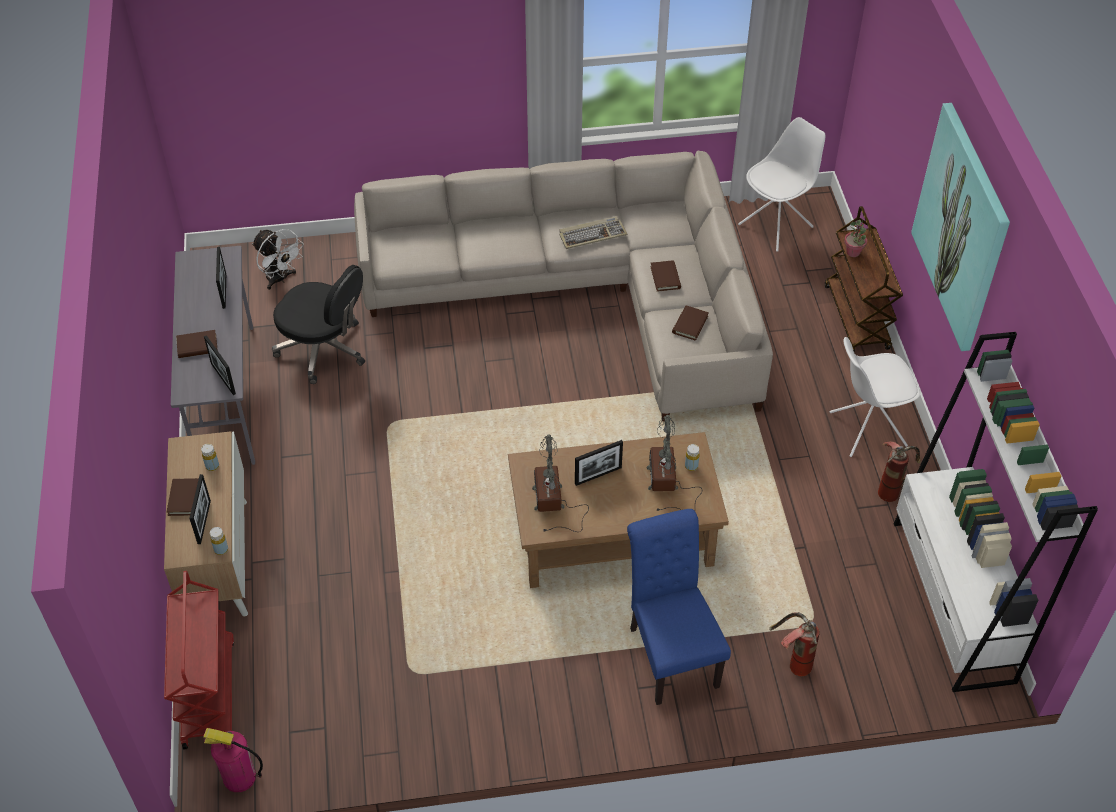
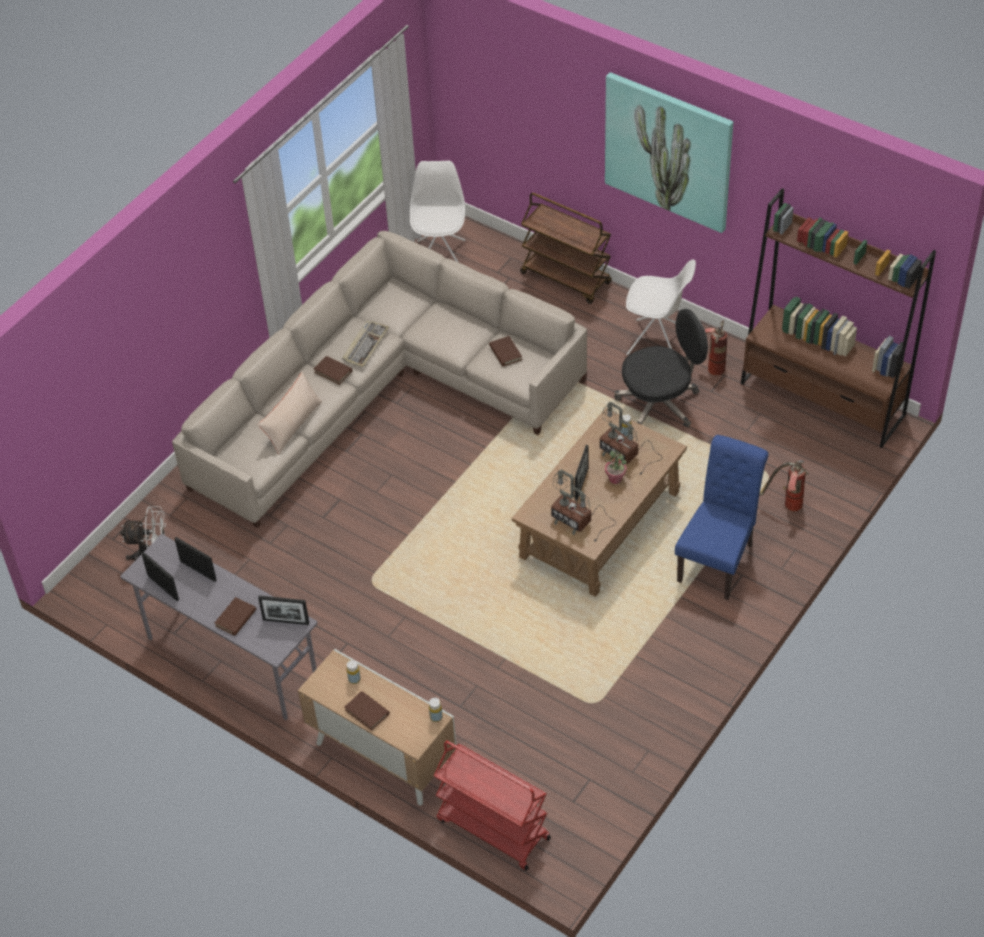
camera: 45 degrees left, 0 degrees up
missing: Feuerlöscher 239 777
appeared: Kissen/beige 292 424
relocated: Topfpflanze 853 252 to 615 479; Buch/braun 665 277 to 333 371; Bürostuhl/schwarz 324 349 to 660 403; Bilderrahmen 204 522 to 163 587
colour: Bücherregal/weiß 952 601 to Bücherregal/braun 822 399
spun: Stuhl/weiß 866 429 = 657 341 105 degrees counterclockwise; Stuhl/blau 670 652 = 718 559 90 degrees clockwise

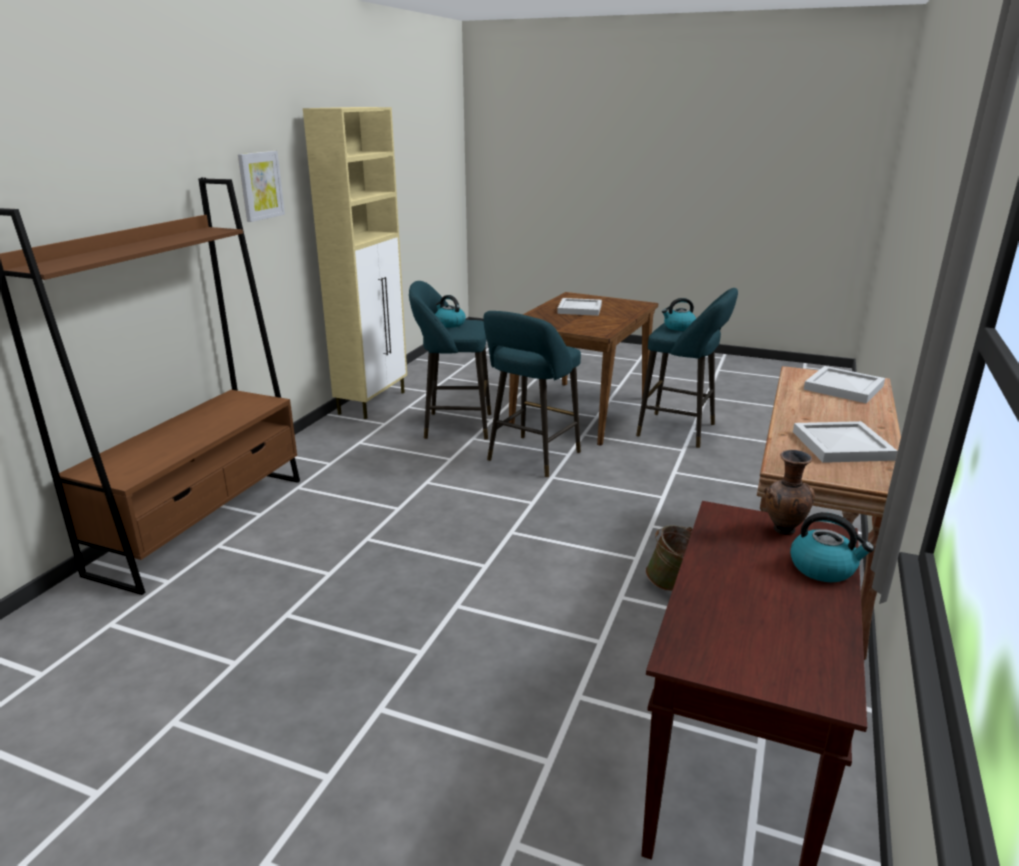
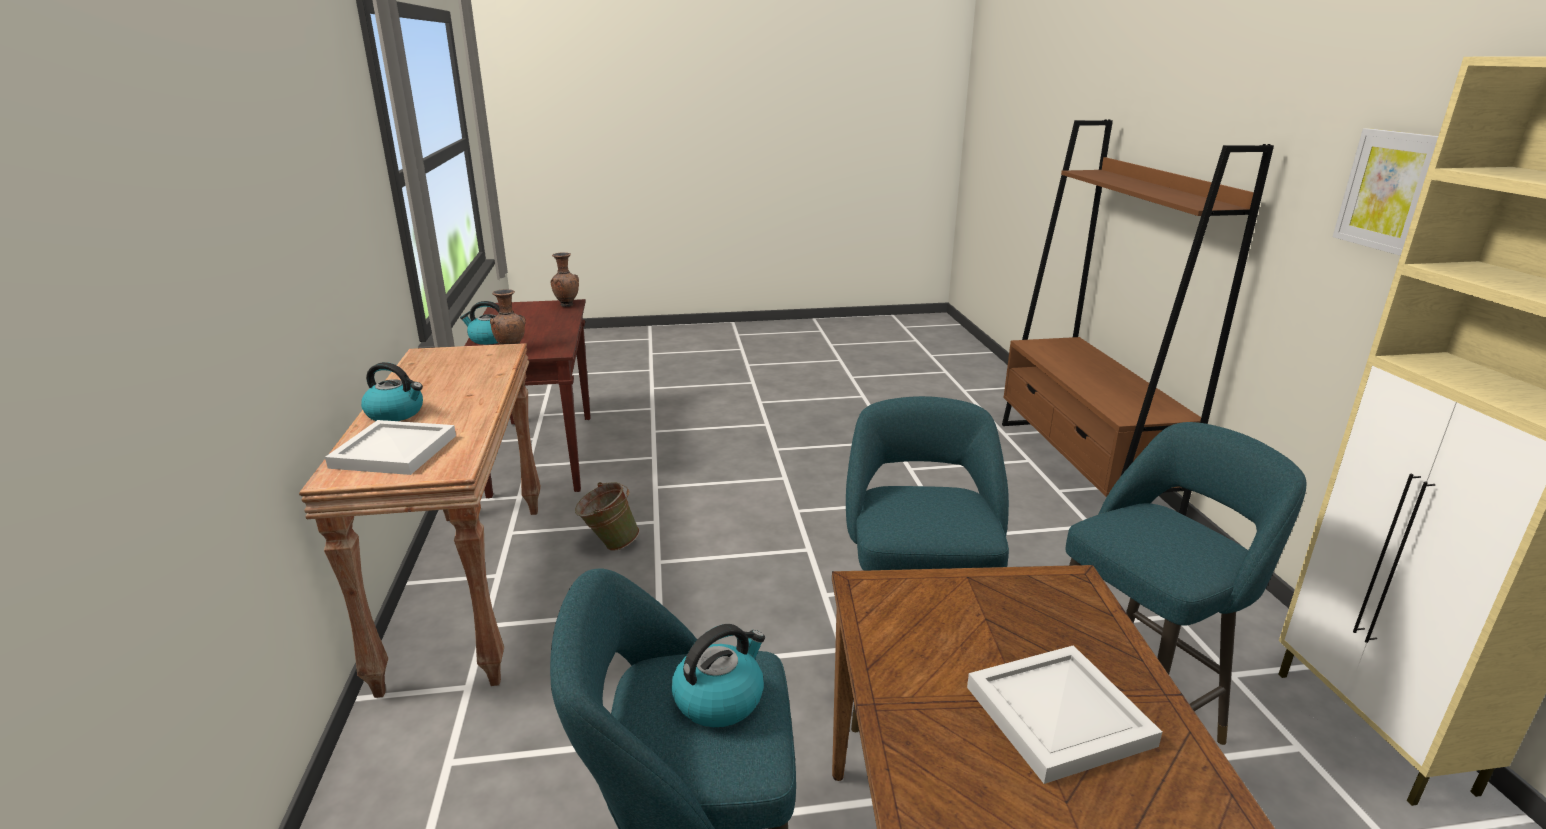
camera: 150 degrees right, 0 degrees up
missing: Tablett/weiß 842 445
appeared: Vase/braun 566 305
relocated: Wasserkessel 449 324 to 396 413

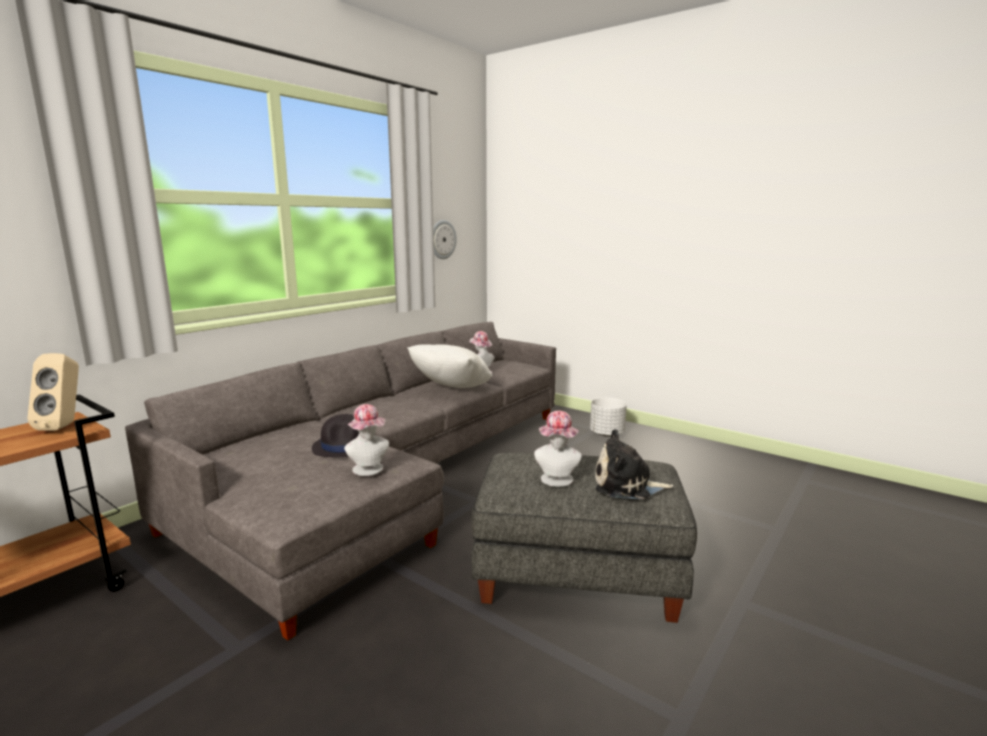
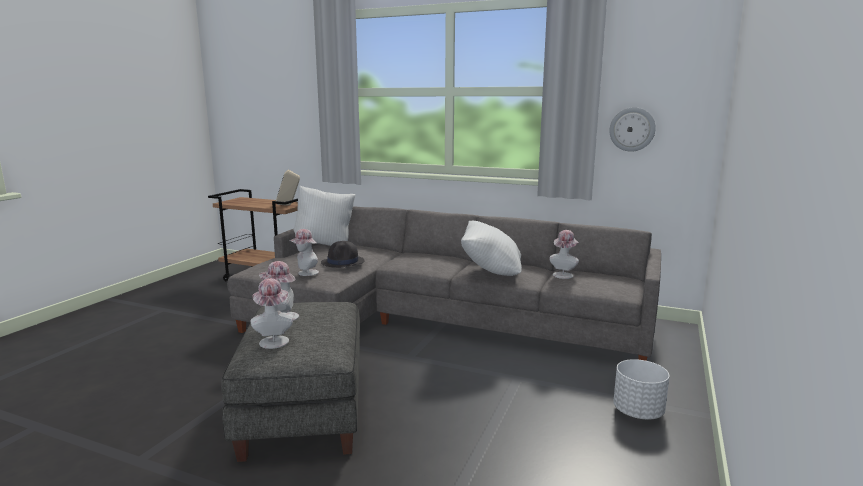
camera: 75 degrees right, 0 degrees up
appeared: Kissen/weiß 325 244
exchanged: Plüschtier 626 485 to Hut 274 340

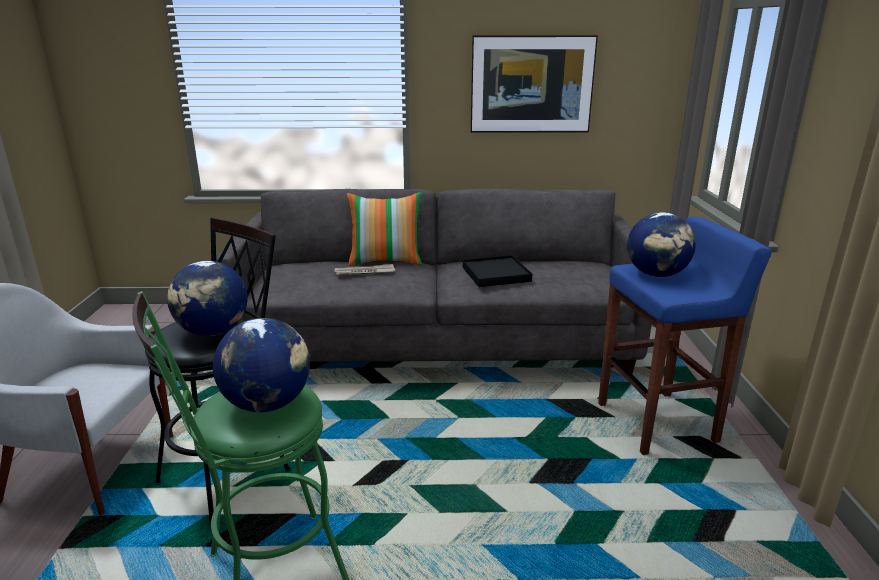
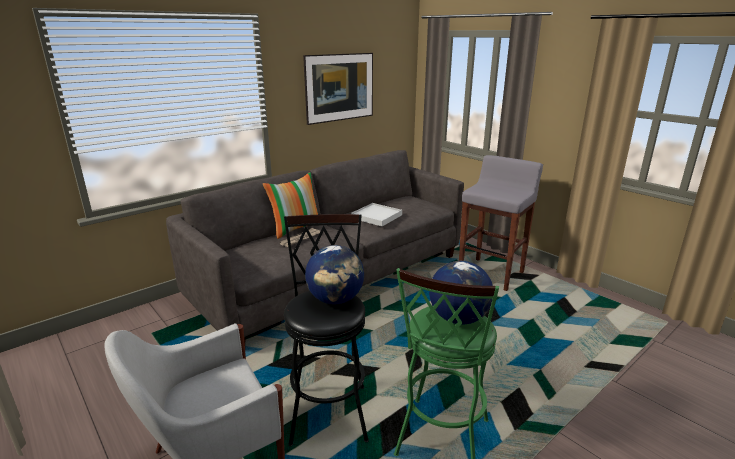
camera: 40 degrees left, 0 degrees up
missing: Globus 656 275
colour: Hocker/blau 658 422 to Hocker/grau 491 274; Tablett/schwarz 496 274 to Tablett/weiß 376 216

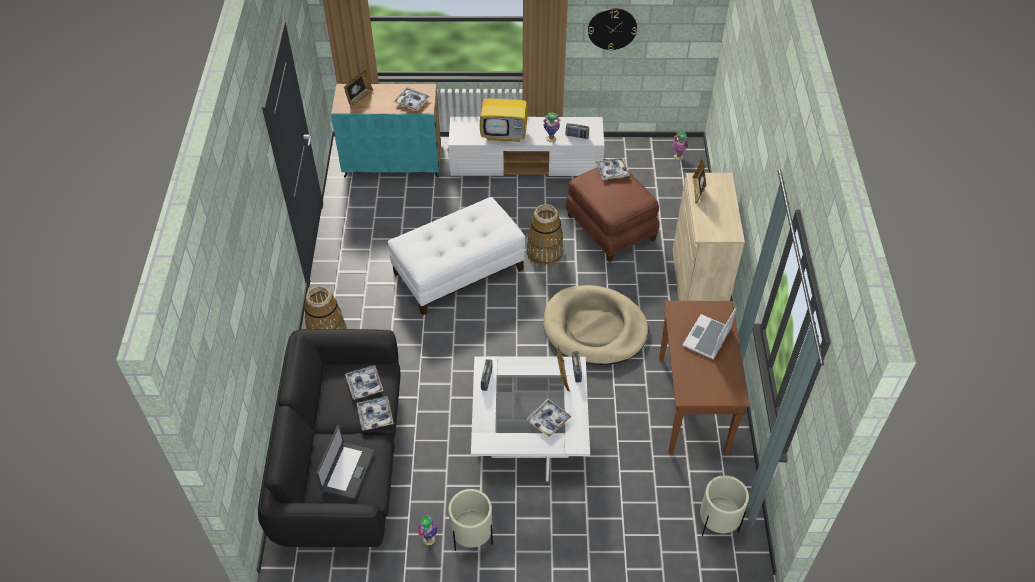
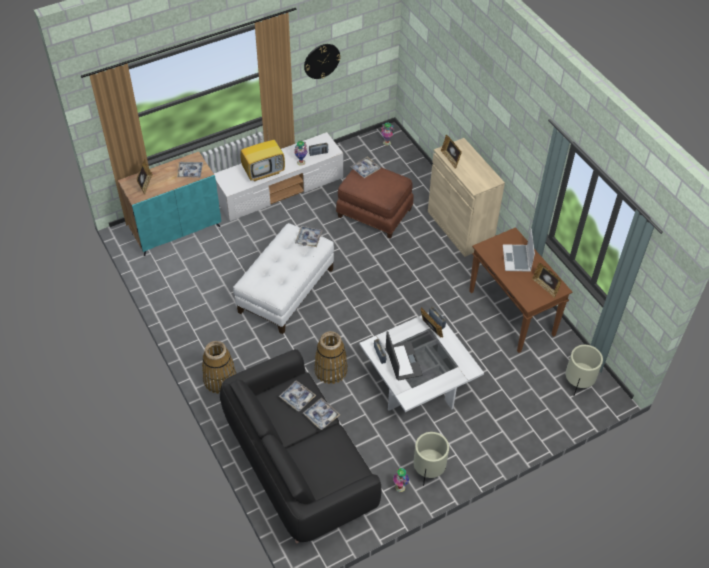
camera: 30 degrees left, 0 degrees up
missing: Hundebett/beige 594 328
appeared: Bilderrahmen 545 287
relocated: Korb 544 252 to 330 370; Tablett 548 420 to 308 238; Laptop 347 470 to 403 361

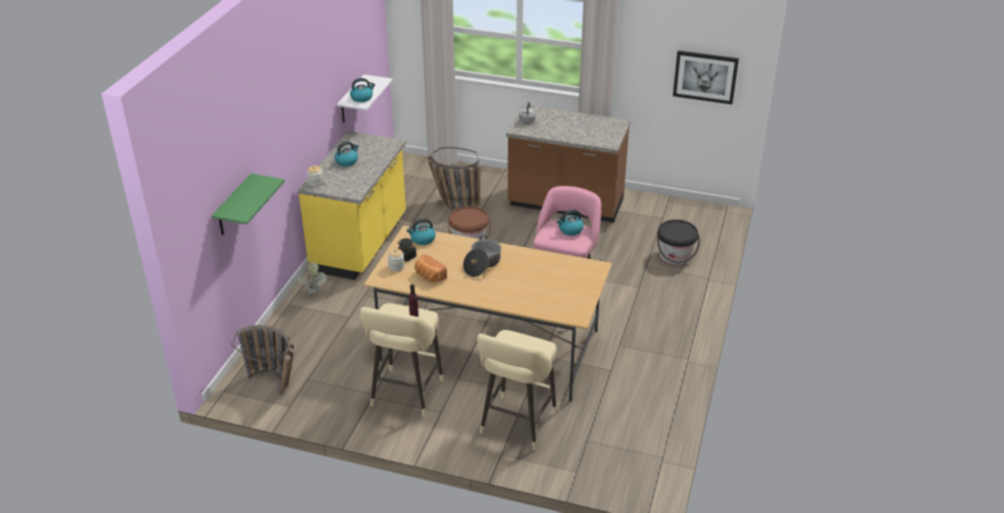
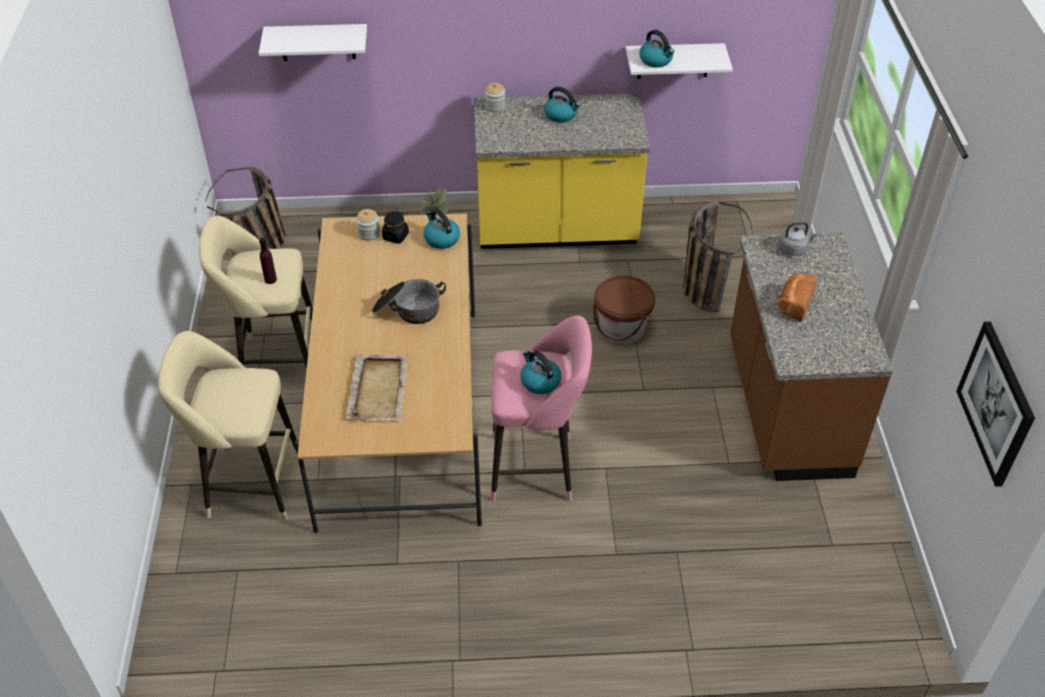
camera: 70 degrees right, 10 degrees up
missing: Eimer/schwarz 675 256
appeared: Tablett/beige 378 389
relocated: Brot 429 276 to 794 304
colour: Wandregal/grün 233 206 to Wandregal/weiß 317 42

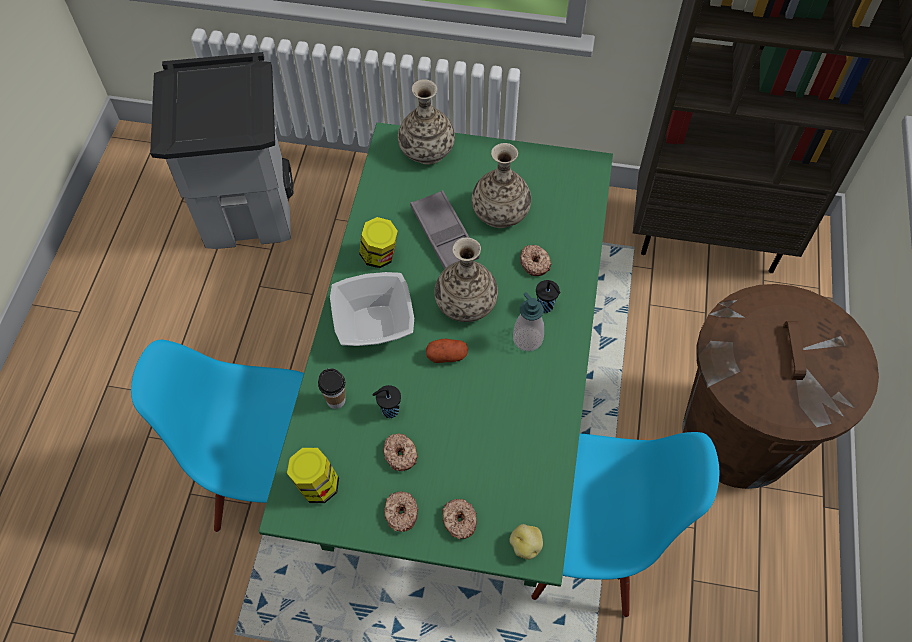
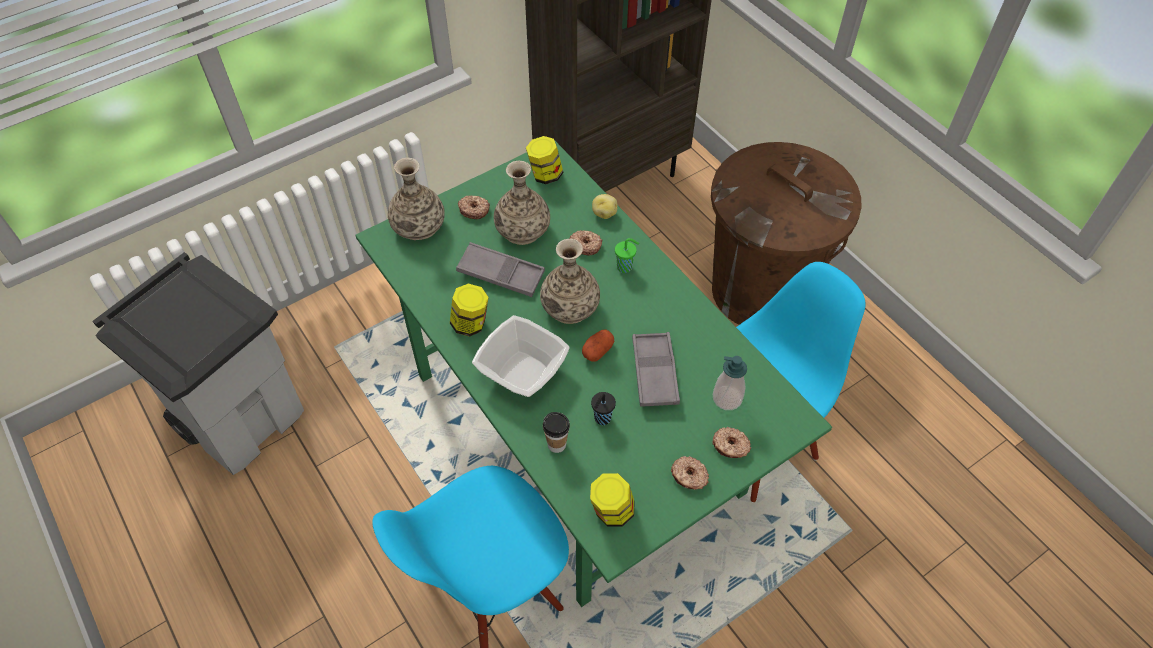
camera: 45 degrees left, 5 degrees down
appeared: Vorratsglas 545 175; Tablett/grau 654 372
relocated: Seifenspender 527 339 to 727 398; Donut 401 454 to 474 210; Kartoffel 526 545 to 604 213
colour: Tasse/schwarz 546 306 to Tasse/grün 625 267

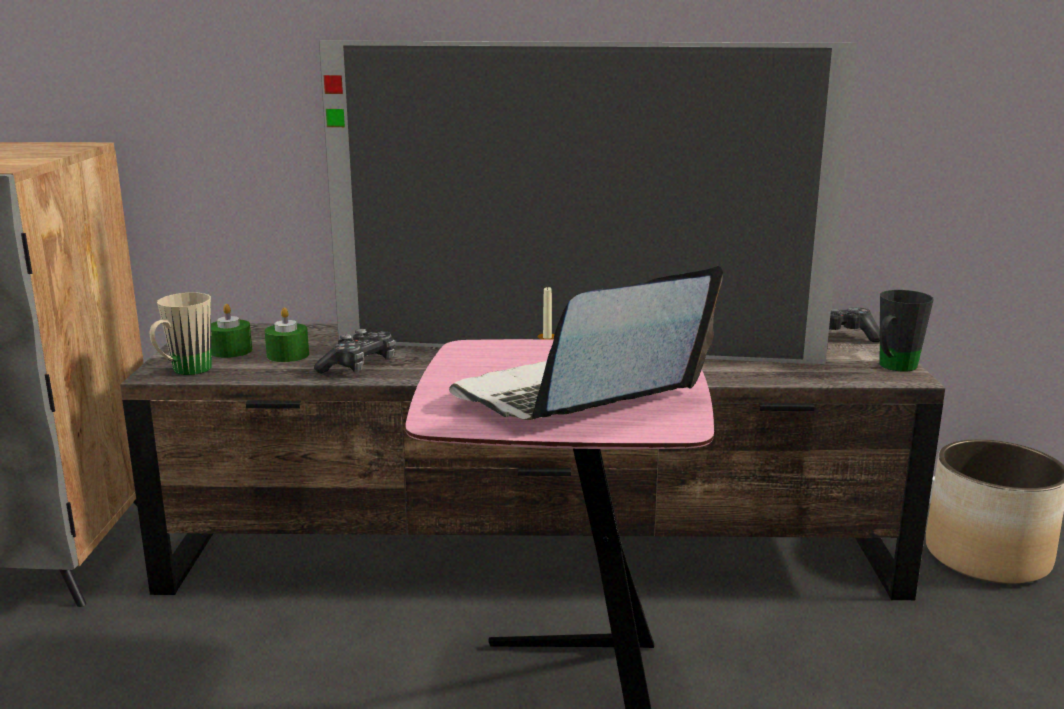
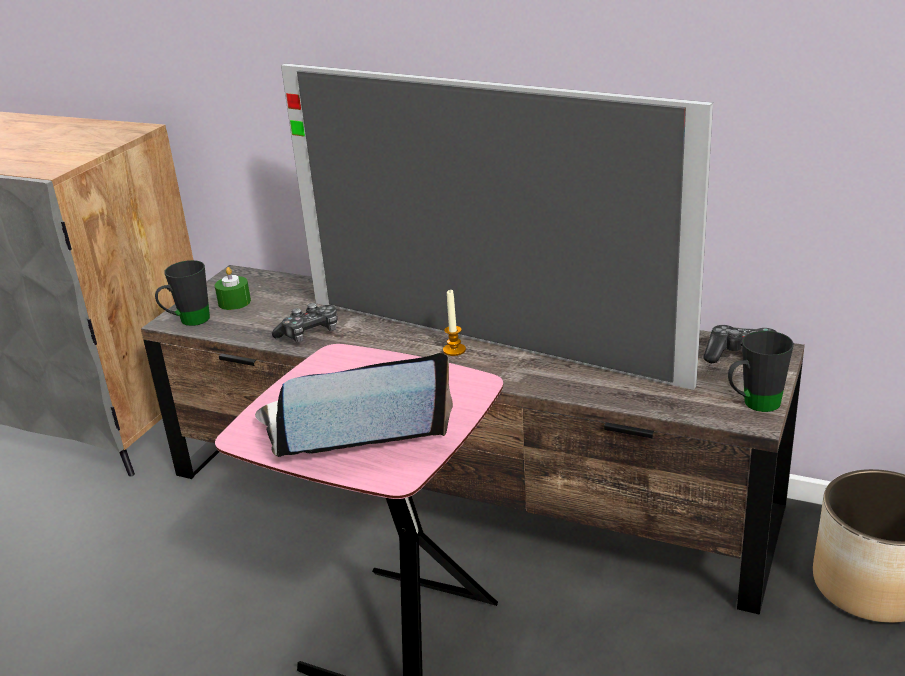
camera: 25 degrees right, 10 degrees up
missing: Kerze/grün 288 355
colour: Henkelbecher/beige 184 372 to Henkelbecher/schwarz 188 322

